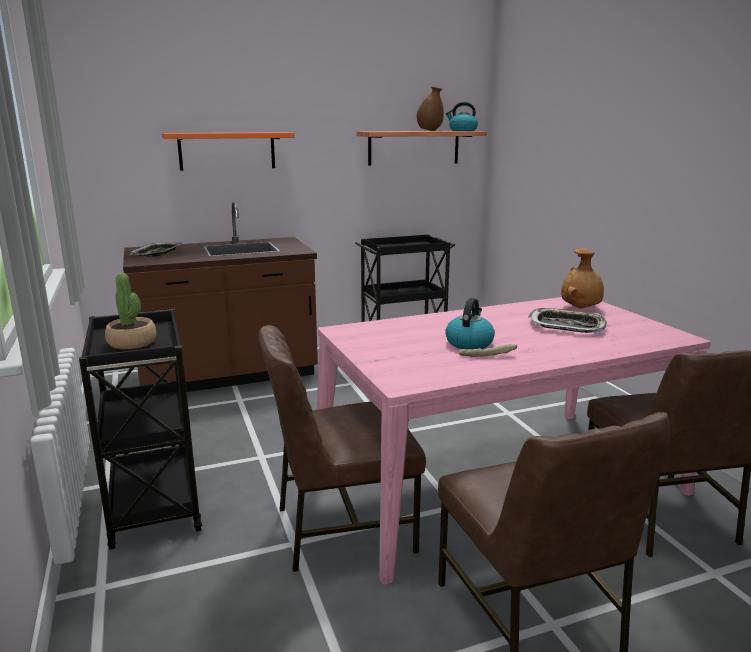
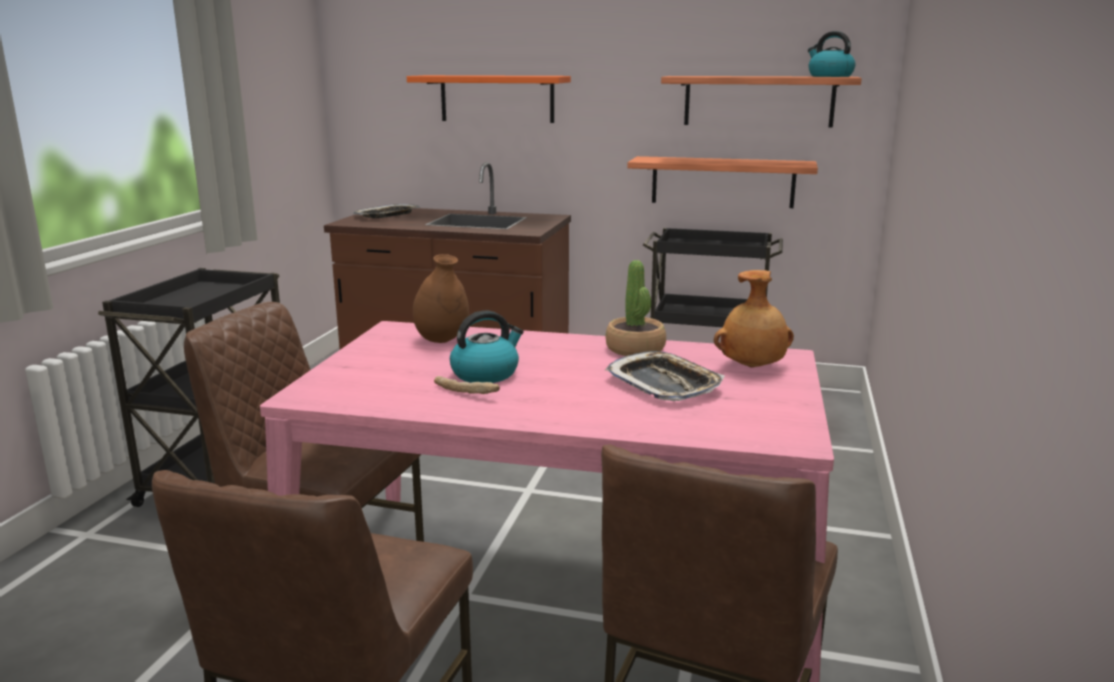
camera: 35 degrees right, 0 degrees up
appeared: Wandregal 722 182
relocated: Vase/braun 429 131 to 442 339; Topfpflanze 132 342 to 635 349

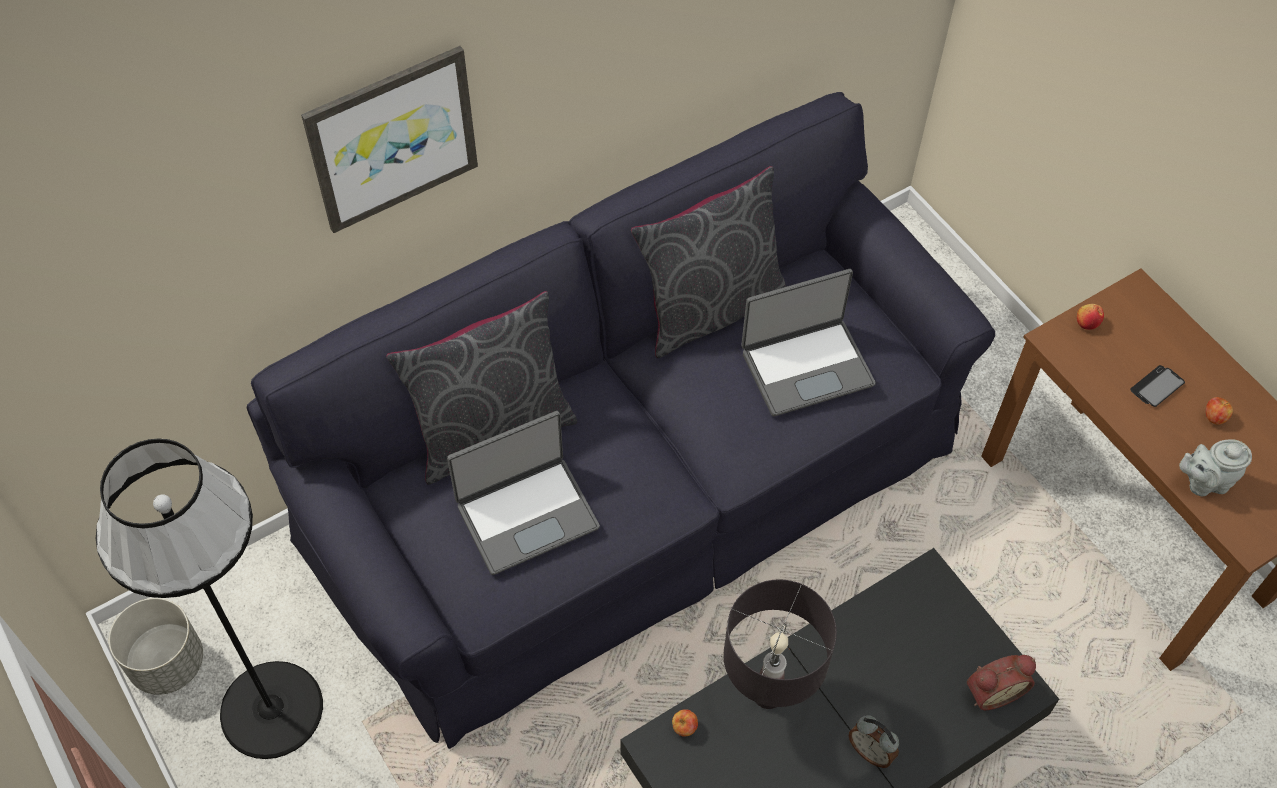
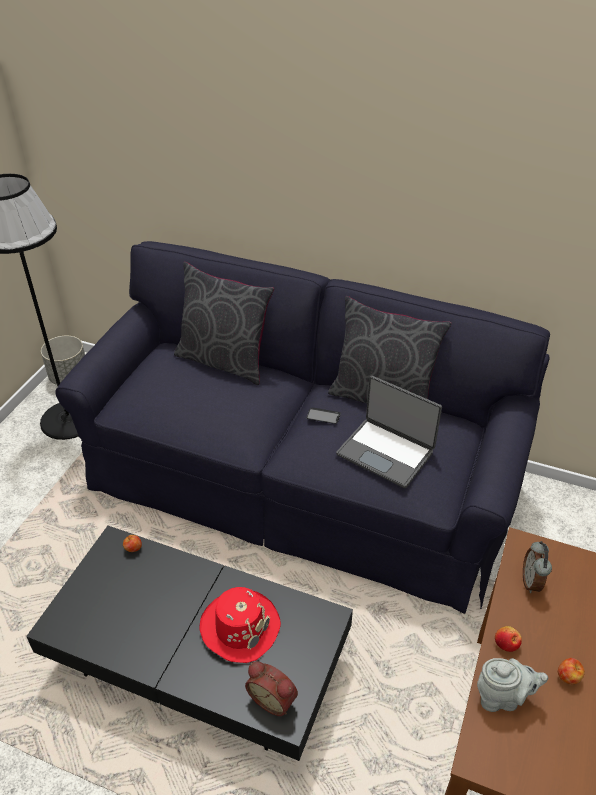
camera: 55 degrees right, 15 degrees down
missing: Bild 392 138; Laptop 526 514; Tischlampe/schwarz 767 695
appeared: Hut/rot 240 627
relocated: Apfel 1087 322 to 506 643; Handy 1156 387 to 323 416; Wecker 870 751 to 532 582
spun: Teekanne/grau 1203 482 = 502 697 135 degrees clockwise

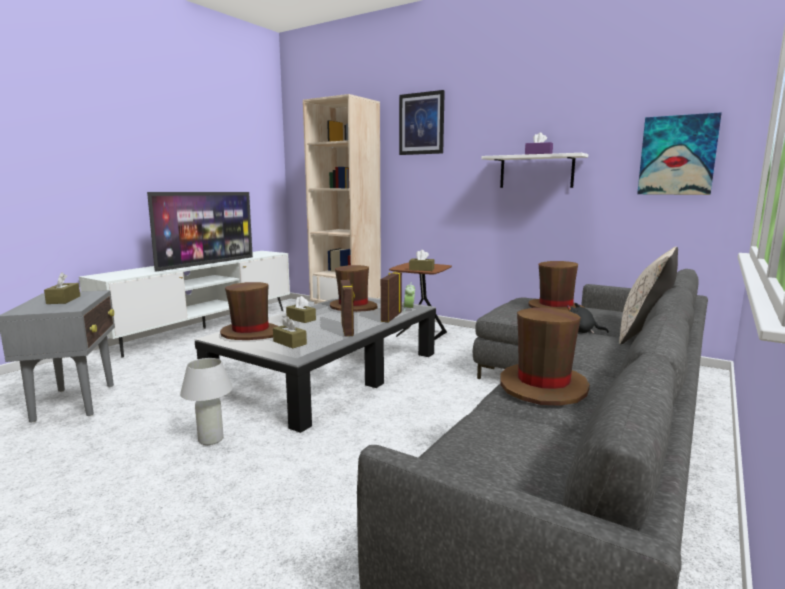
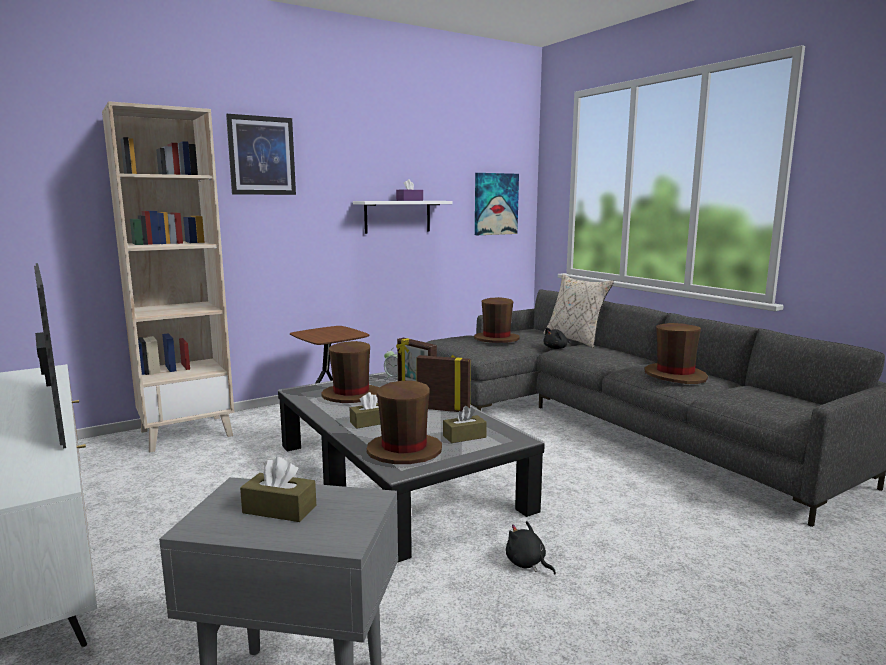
camera: 65 degrees left, 0 degrees up
missing: Taschentuchbox/braun 421 269
exchanged: Tischlampe/weiß 211 440 to Plüschtier/schwarz 527 563

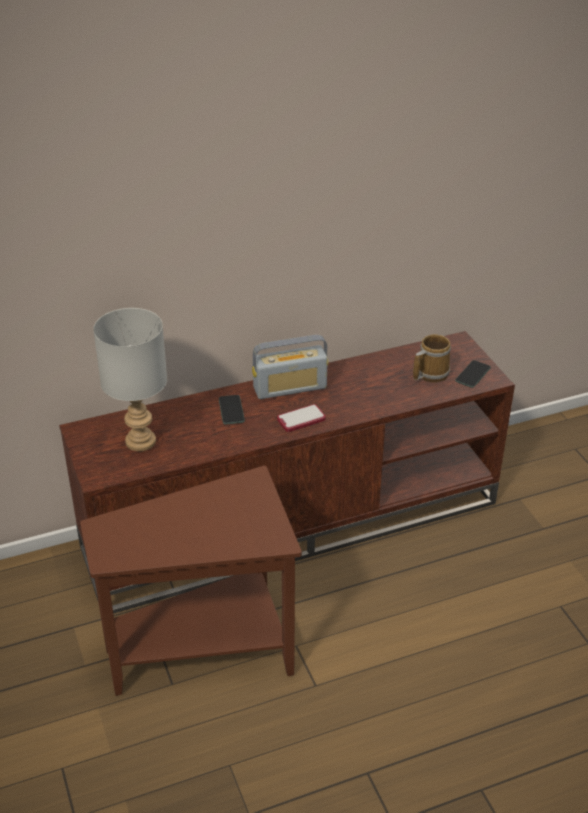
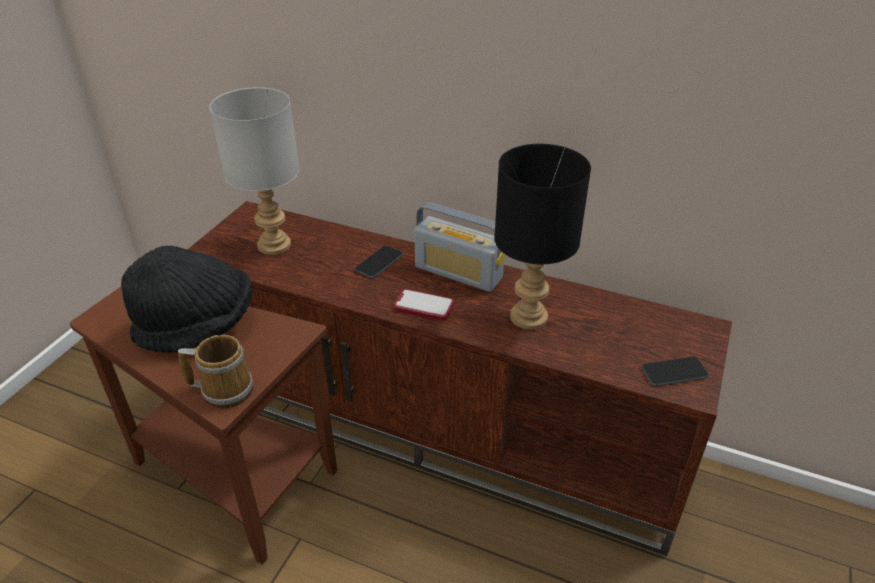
camera: 45 degrees right, 0 degrees up
appeared: Tischlampe/schwarz 530 316; Hut/schwarz 197 327
relocated: Henkelbecher 430 373 to 224 389

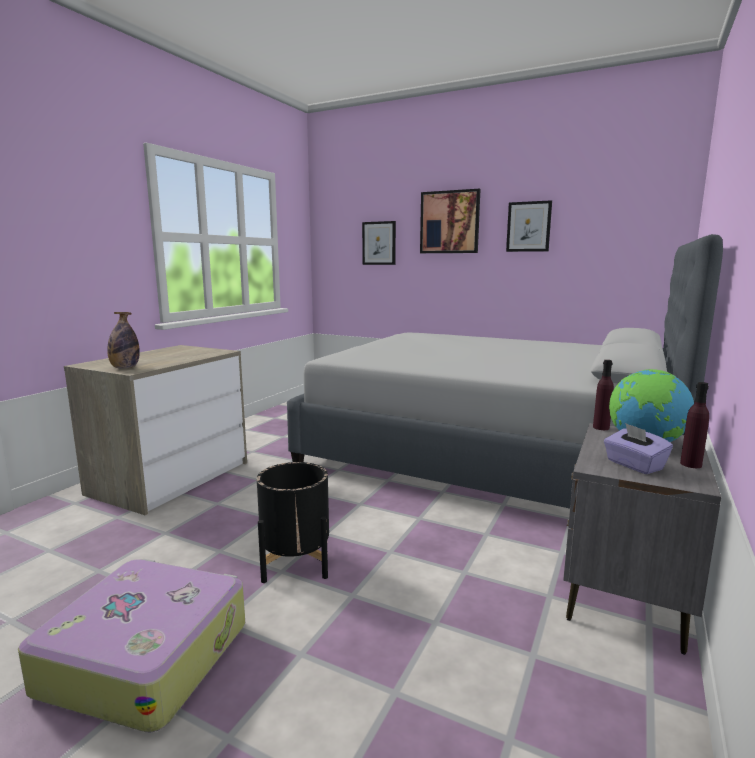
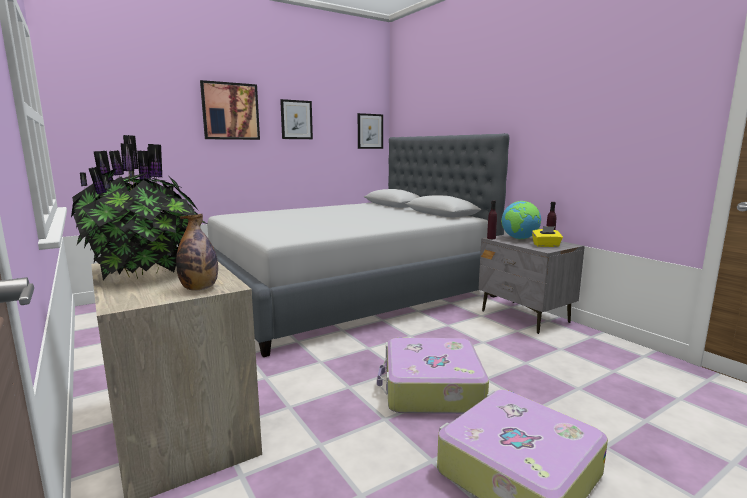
camera: 60 degrees left, 0 degrees up
appeared: Topfpflanze 147 272
relocated: Bild 379 243 to 370 131
exchanged: Pflanzkübel/schwarz 295 562 to Koffer 431 389
colour: Taschentuchbox/lila 634 465 to Taschentuchbox/gelb 546 245

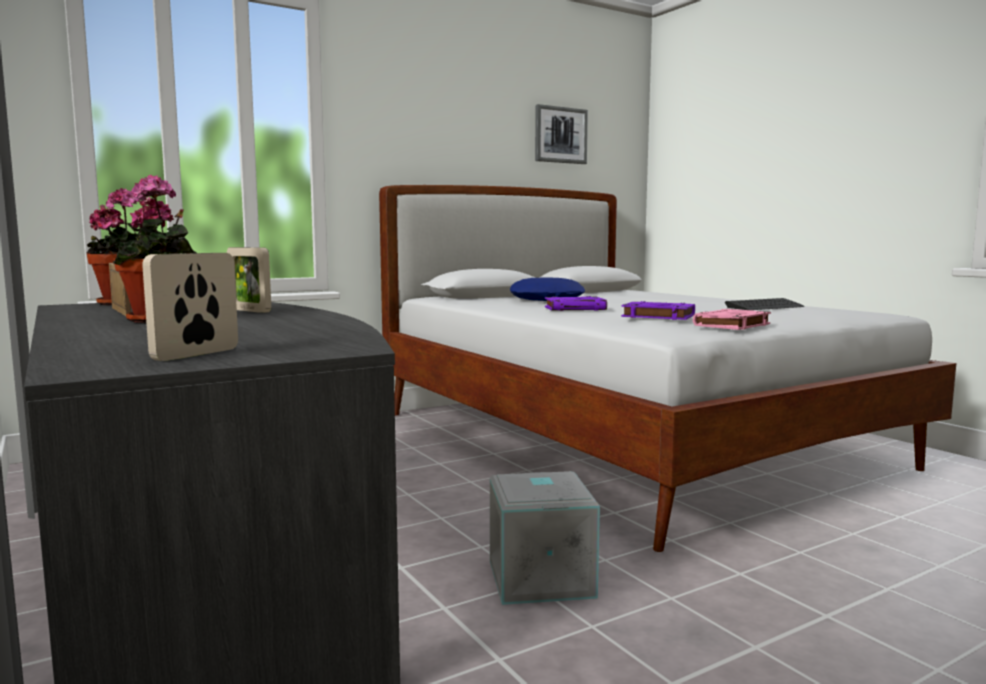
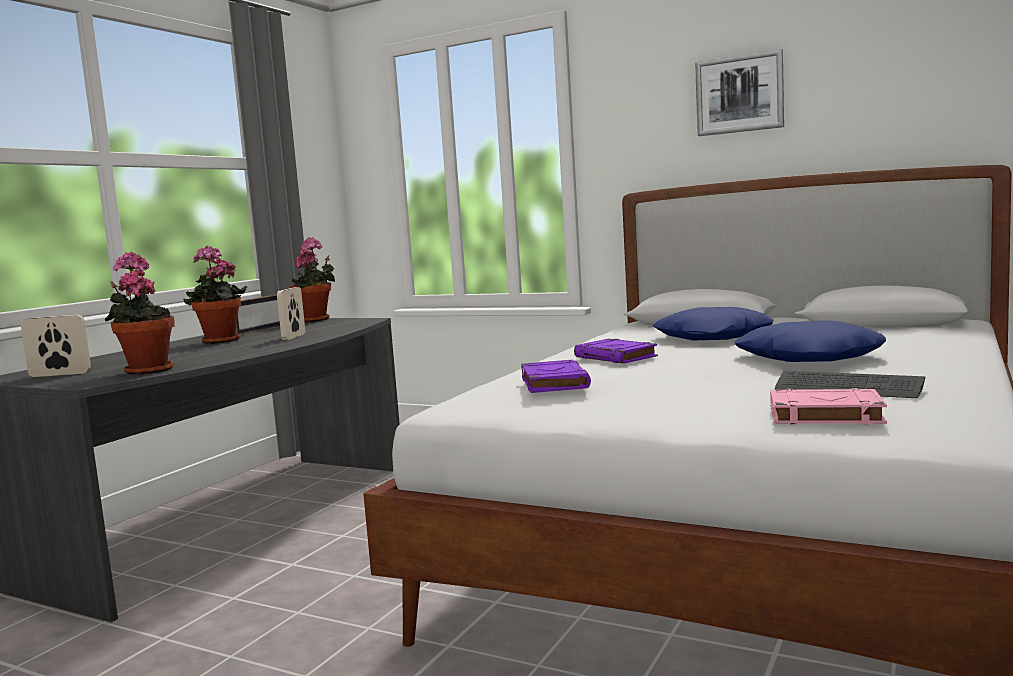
camera: 60 degrees right, 0 degrees up
missing: Aufbewahrungsbox/grau 538 578
appeared: Topfpflanze 146 370; Kissen/blau 808 358
relocated: Bild 560 135 to 739 94; Buch/rosa 731 325 to 824 415

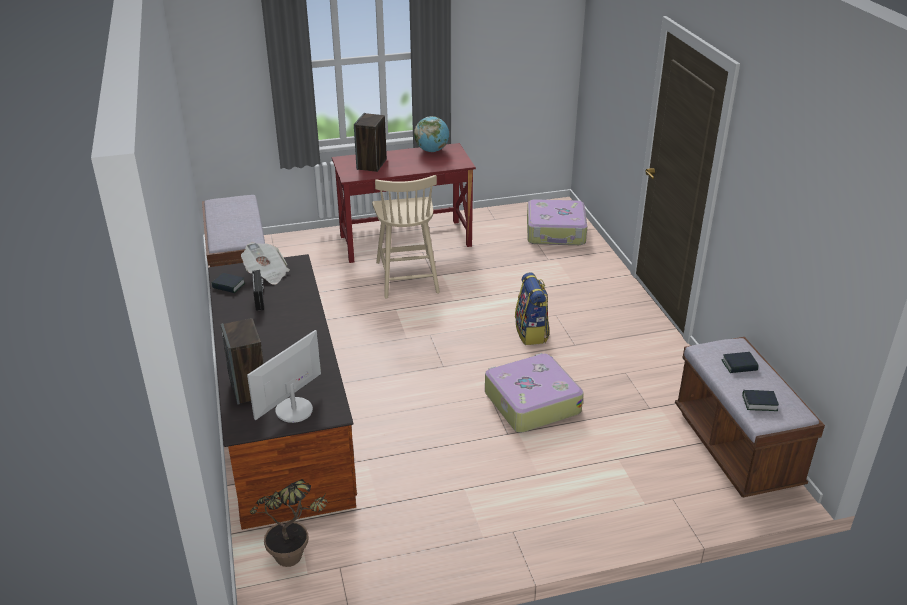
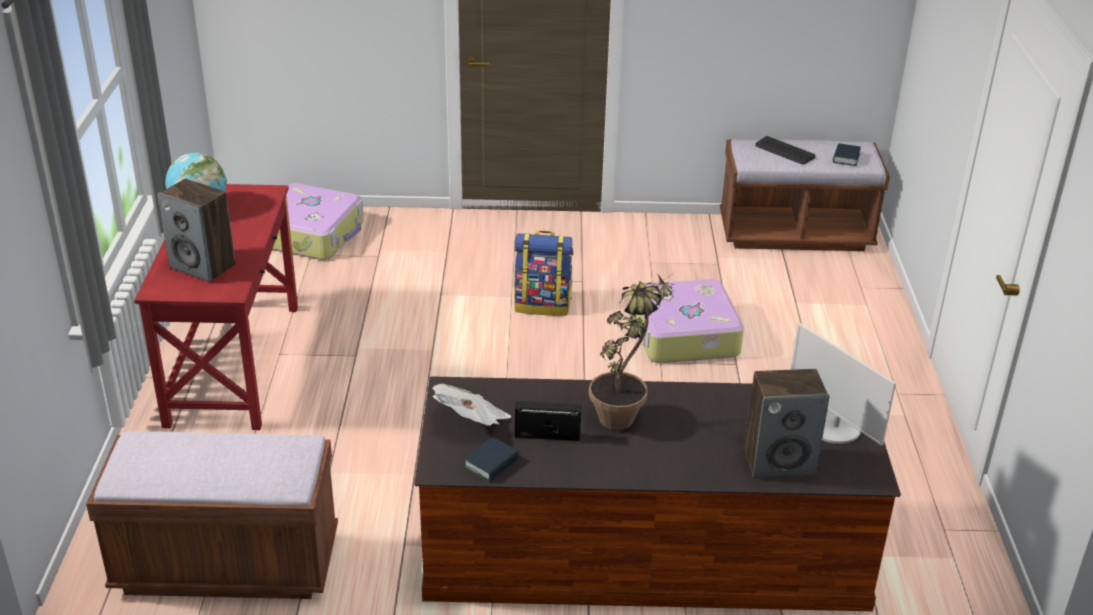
camera: 75 degrees left, 0 degrees up
missing: Stuhl/beige 407 276
relocated: Topfpflanze 297 560 to 625 413
exchanged: Buch 739 365 to Tastatur 784 151

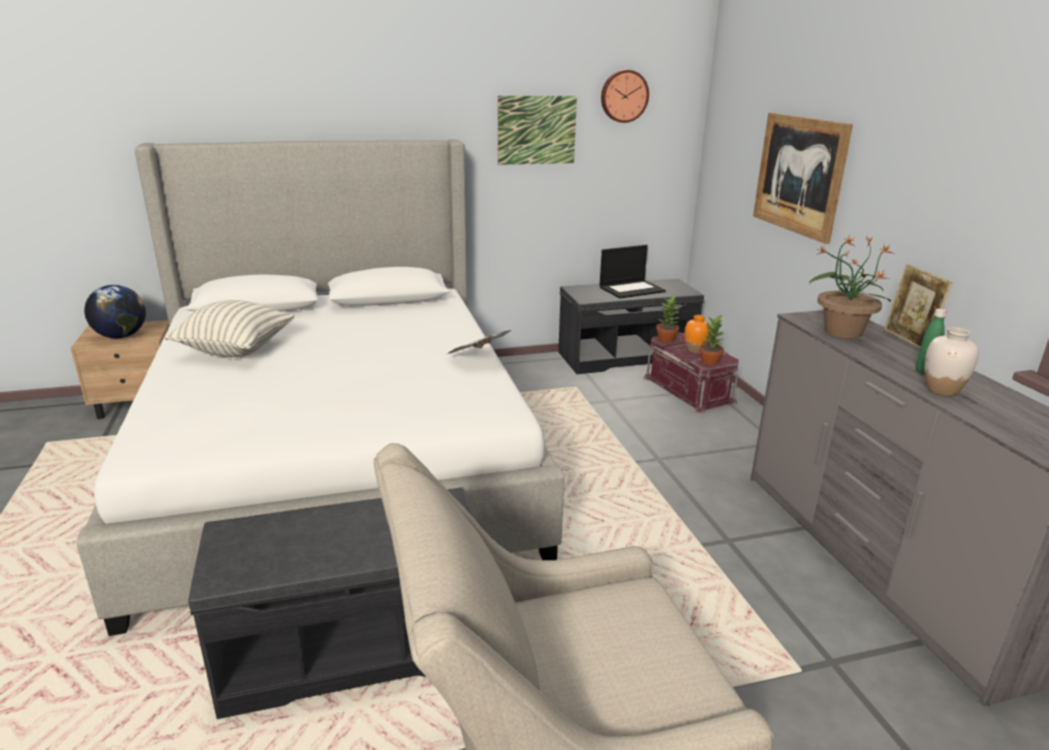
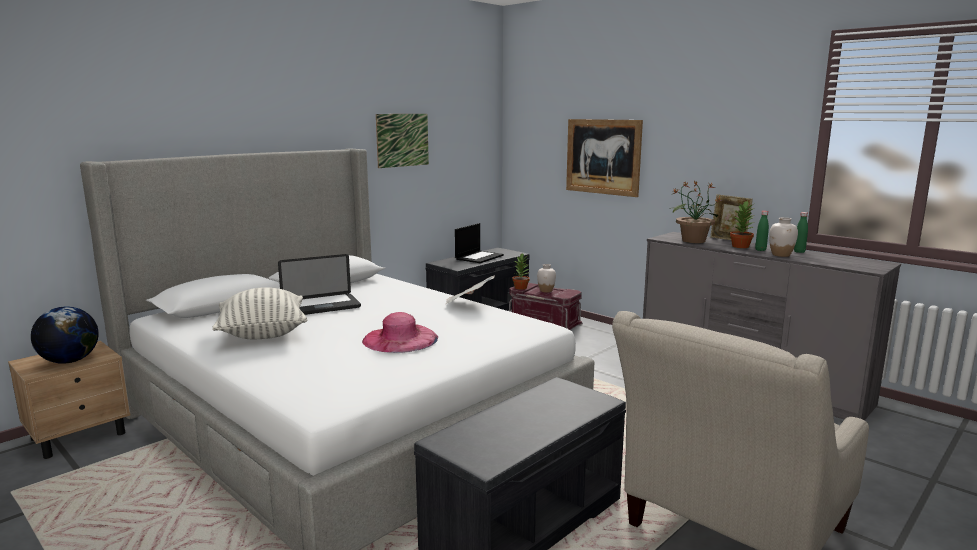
camera: 30 degrees left, 10 degrees down
missing: Wanduhr 623 96
appeared: Flasche/grün 799 252; Laptop 321 306; Hut/rosa 400 339
relocated: Topfpflanze 710 361 to 741 246
colour: Vase/orange 695 350 to Vase/weiß 546 291

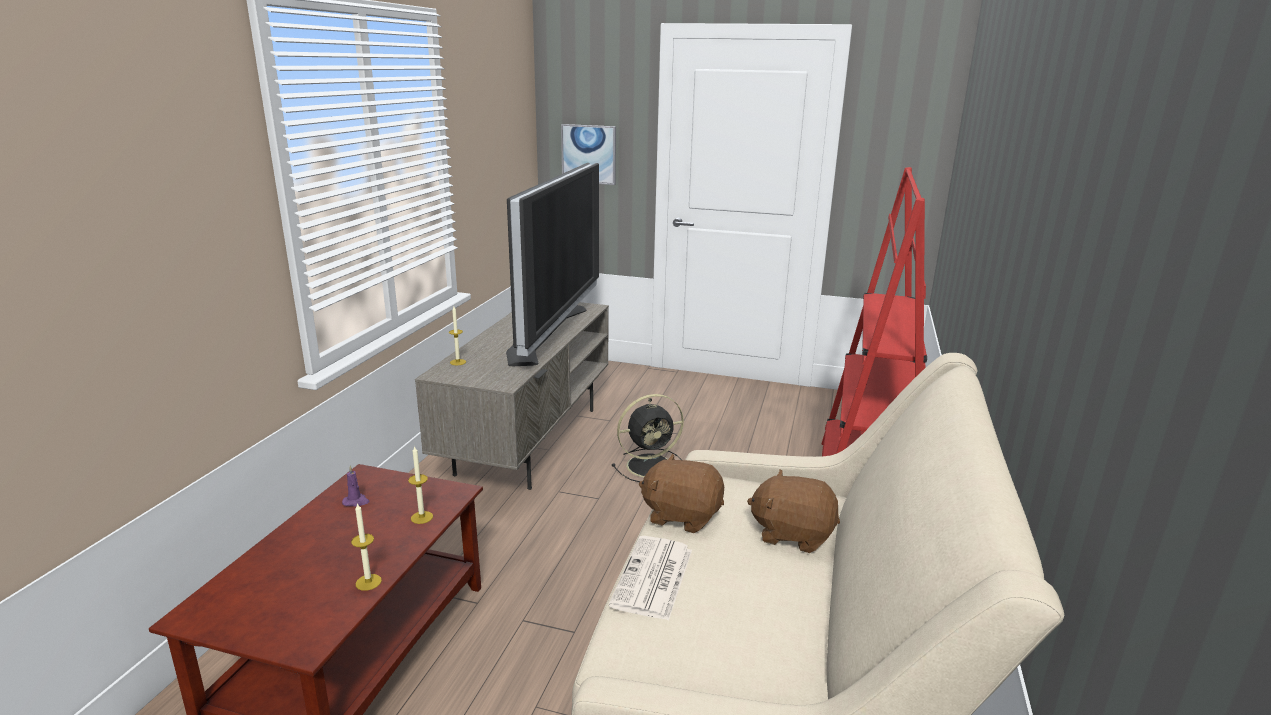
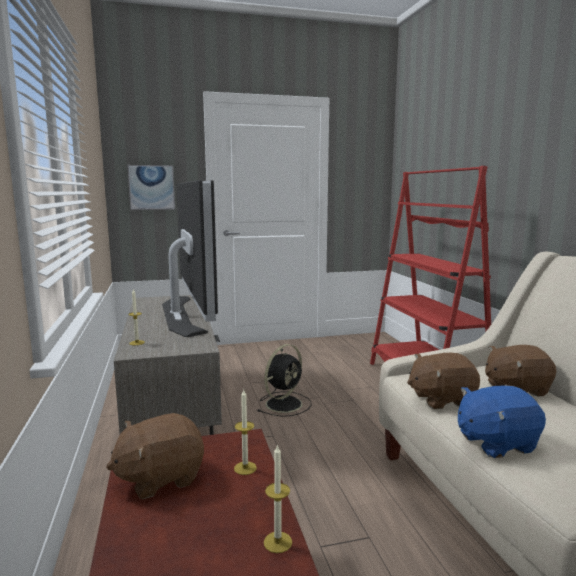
camera: 30 degrees left, 10 degrees down
exchanged: Kerze/lila 356 502 to Plüschtier/braun 160 477; Zeitung 653 579 to Plüschtier/blau 495 442

